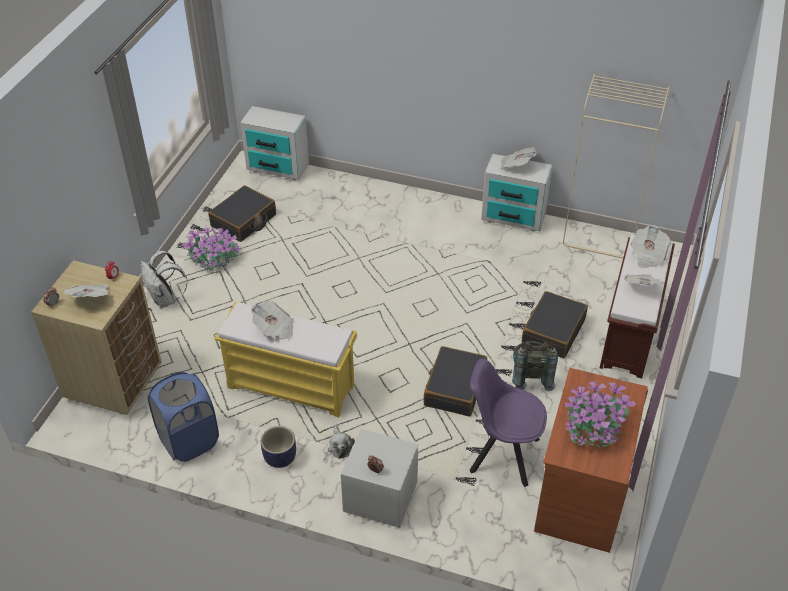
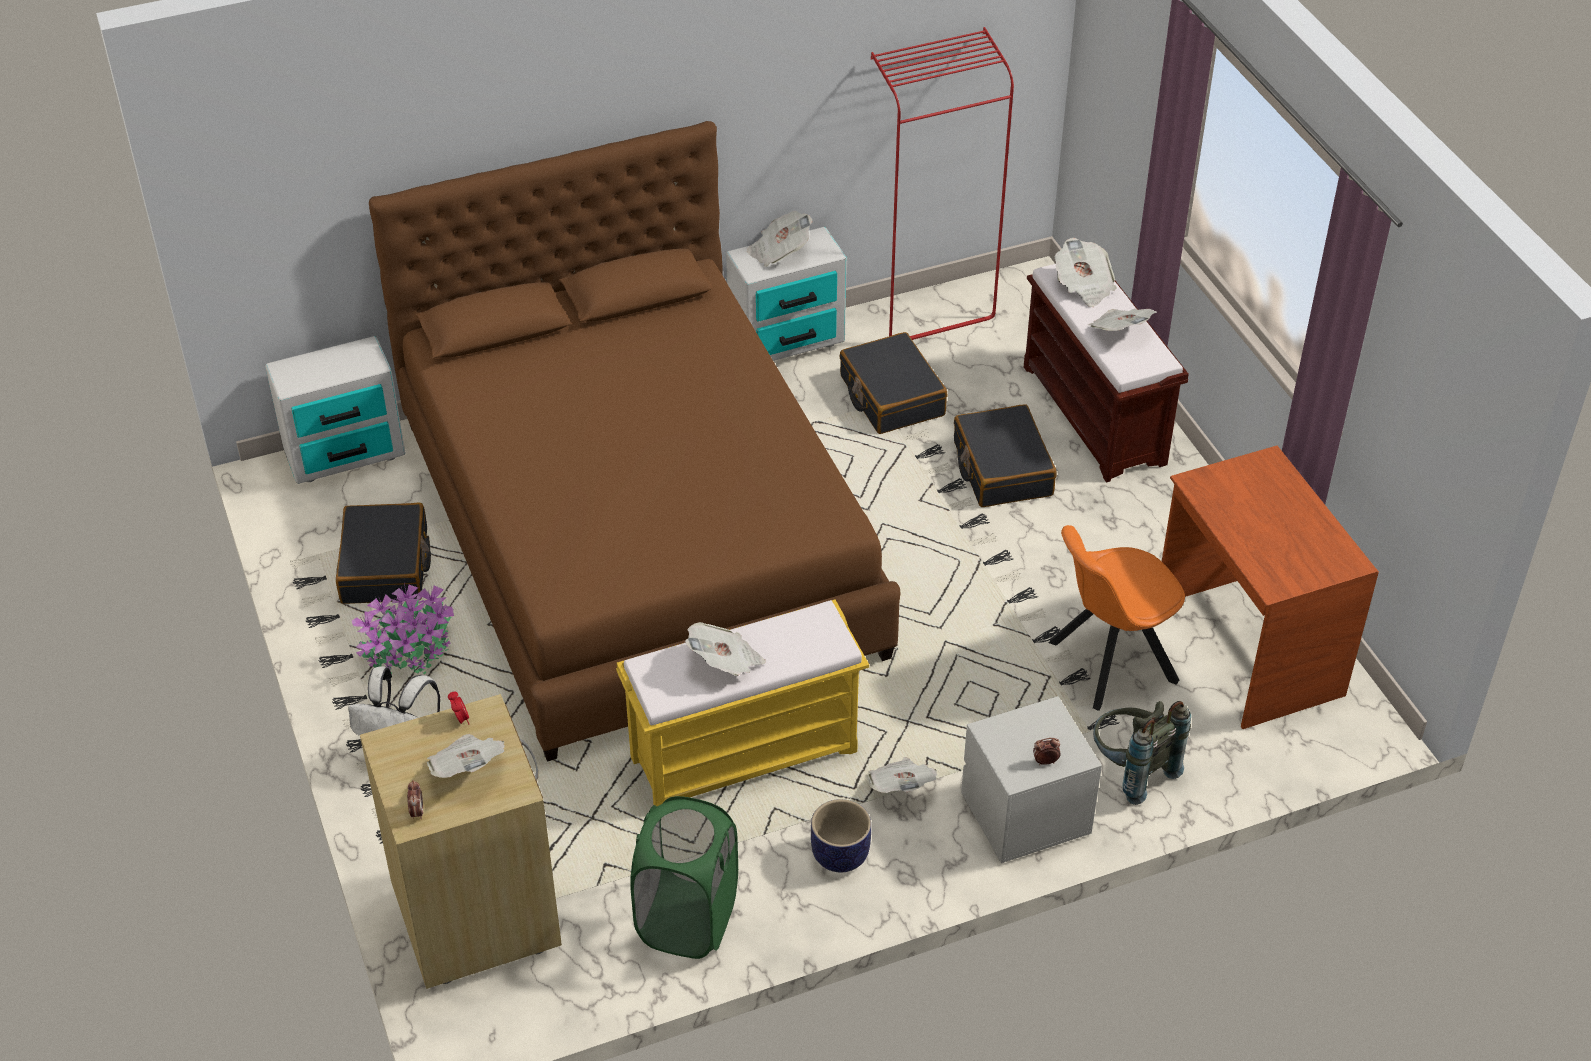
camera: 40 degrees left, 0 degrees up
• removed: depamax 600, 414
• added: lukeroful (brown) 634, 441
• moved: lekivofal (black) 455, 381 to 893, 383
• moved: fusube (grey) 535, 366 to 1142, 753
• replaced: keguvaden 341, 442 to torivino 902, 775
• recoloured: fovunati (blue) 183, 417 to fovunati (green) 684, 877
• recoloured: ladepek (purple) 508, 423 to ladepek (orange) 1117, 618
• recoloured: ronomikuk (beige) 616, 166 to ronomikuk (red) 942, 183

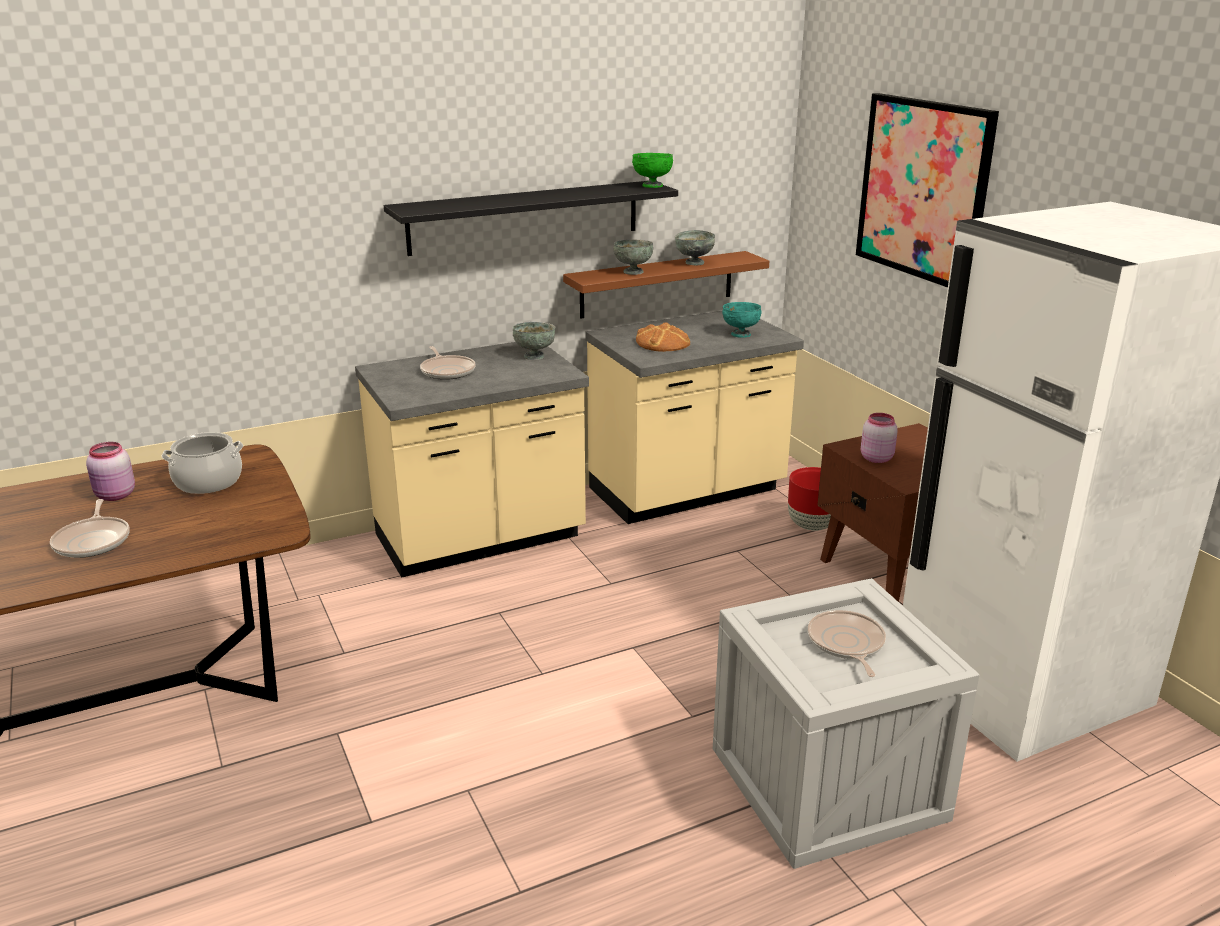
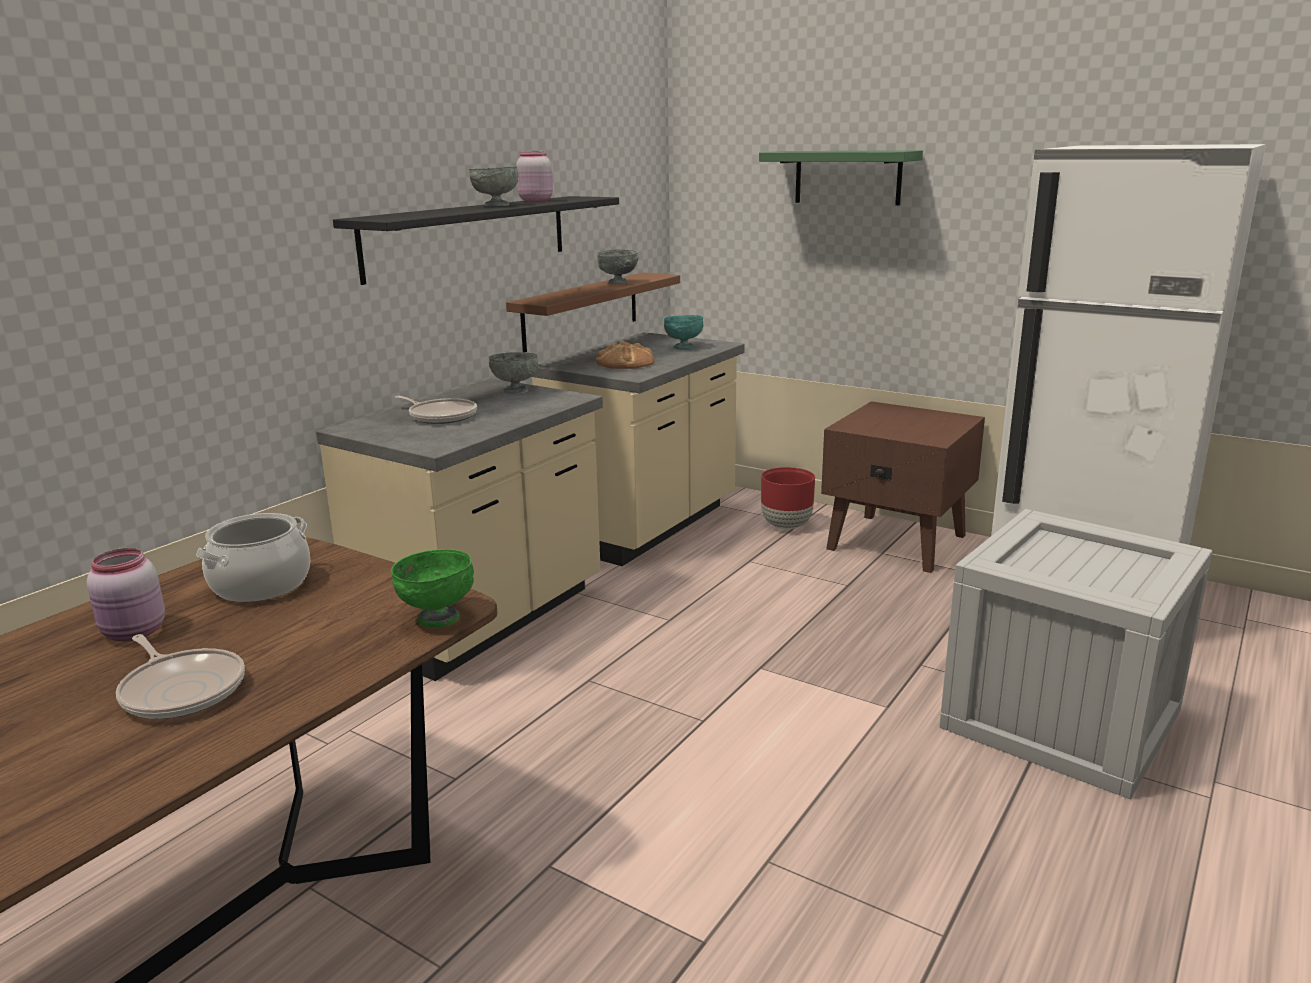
camera: 30 degrees left, 5 degrees down
• removed: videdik 847, 643
• moved: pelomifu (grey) 633, 257 to 494, 186
• moved: pelomifu (green) 652, 170 to 432, 588
• moved: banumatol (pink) 879, 438 to 534, 176
• replaced: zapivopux 927, 190 to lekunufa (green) 841, 177

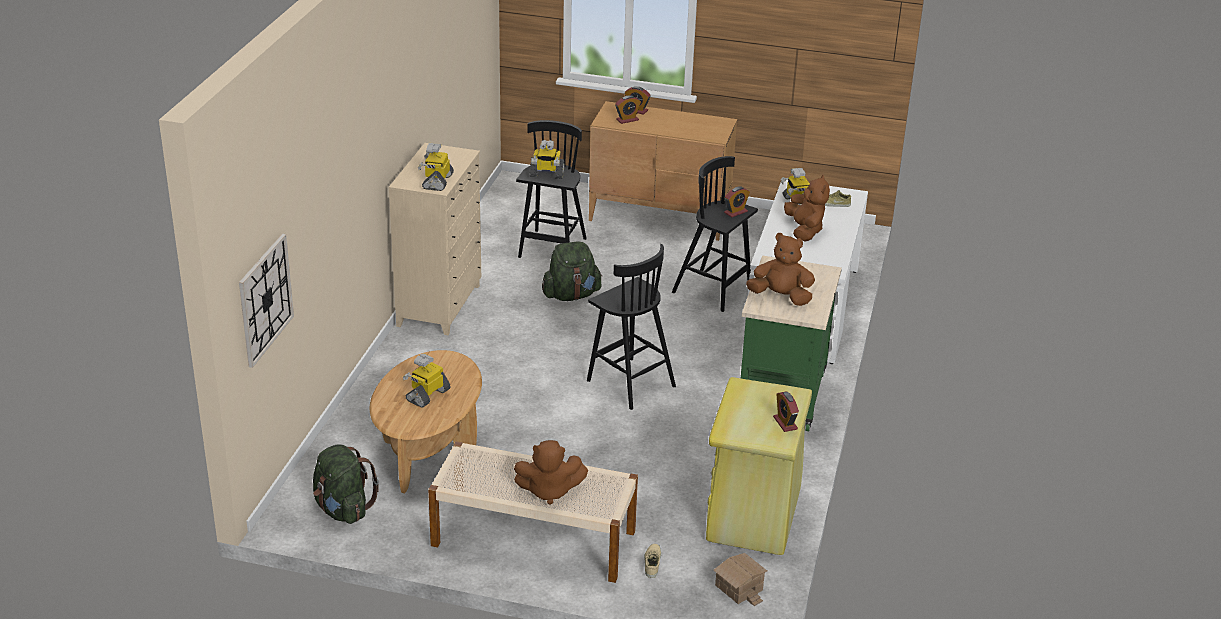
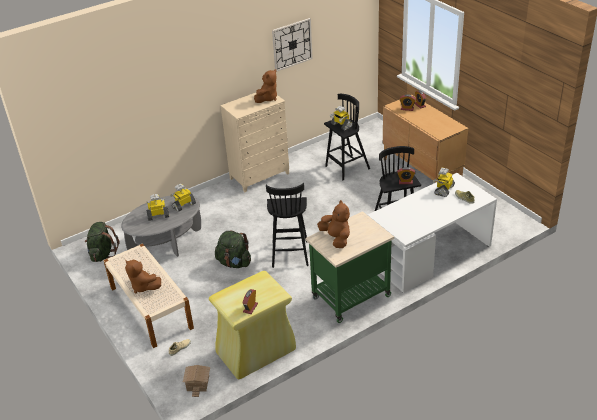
camera: 45 degrees right, 5 degrees up
• moved: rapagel 266, 301 to 292, 45
• moved: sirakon 436, 167 to 183, 198
• moved: fusube (green) 572, 271 to 233, 249
• moved: keguvaden (brown) 807, 208 to 265, 86
• recoloured: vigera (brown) 426, 421 to vigera (grey) 161, 227

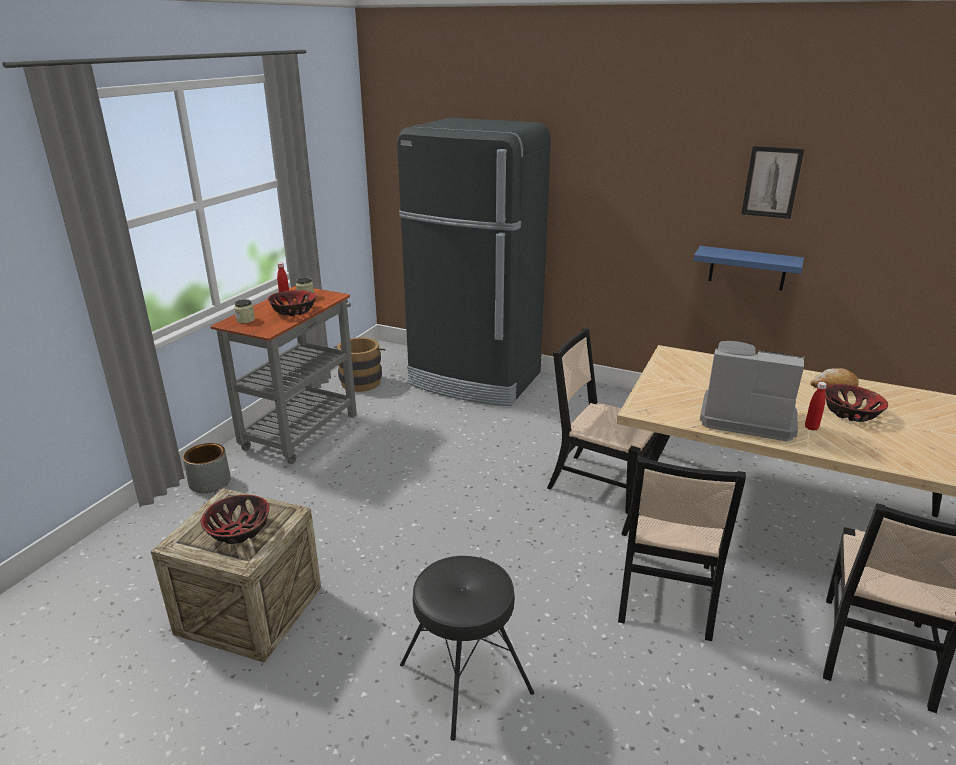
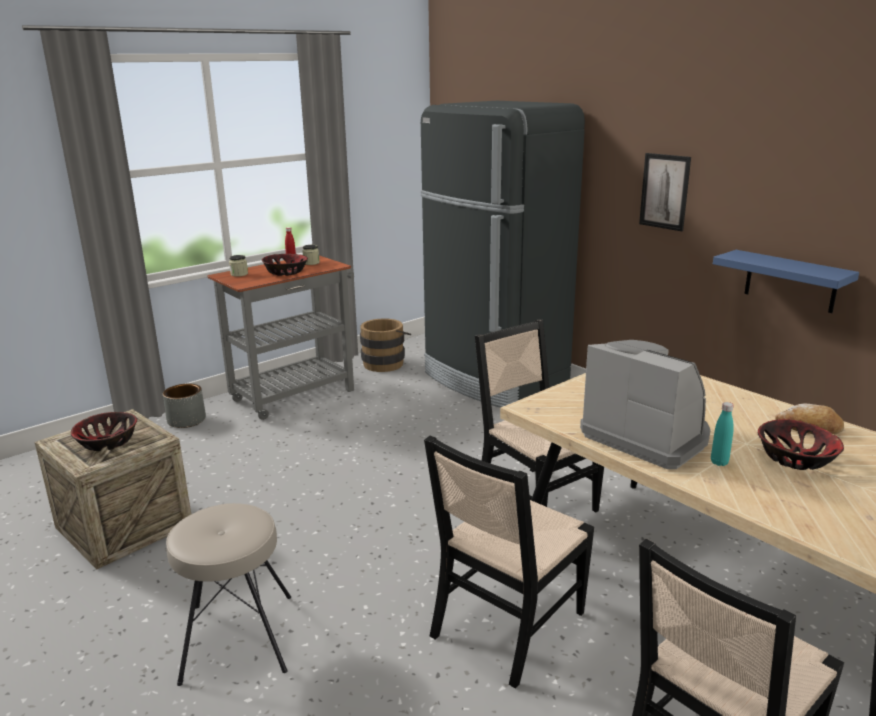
camera: 25 degrees right, 5 degrees down
• moved: zapivopux 772, 182 to 665, 192
• recoloured: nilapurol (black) 467, 648 to nilapurol (beige) 228, 594
• recoloured: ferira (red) 816, 406 to ferira (turquoise) 722, 434

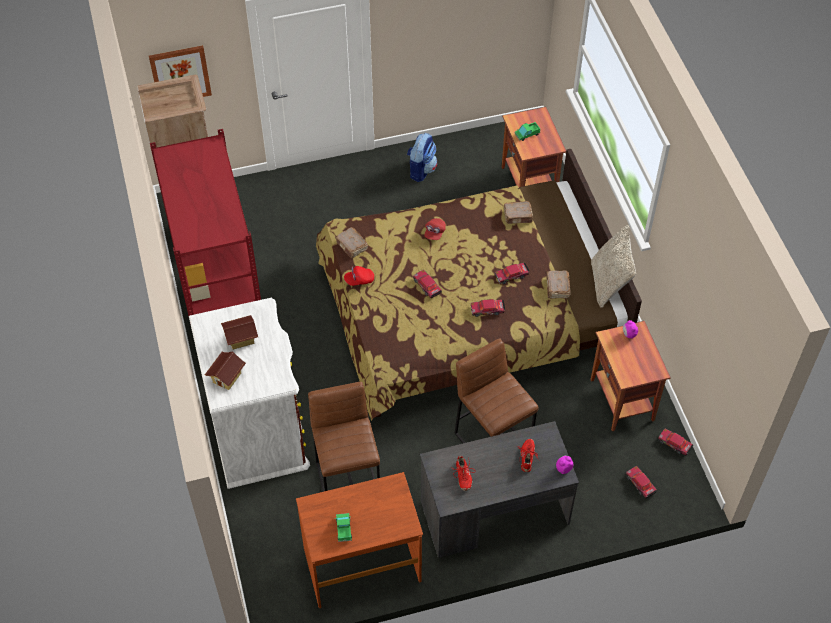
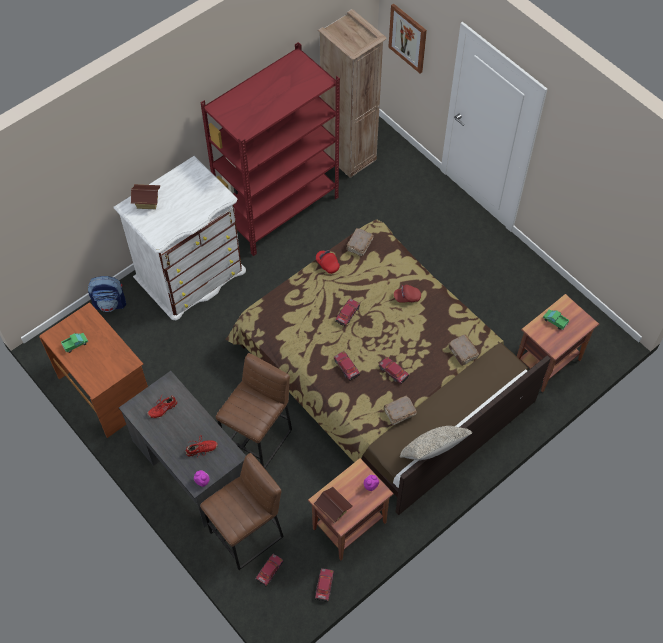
camera: 65 degrees right, 5 degrees up
• moved: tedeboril 239, 332 to 333, 505
• moved: nilapurol (brown) 344, 437 to 242, 511
• moved: fusube 422, 157 to 107, 294

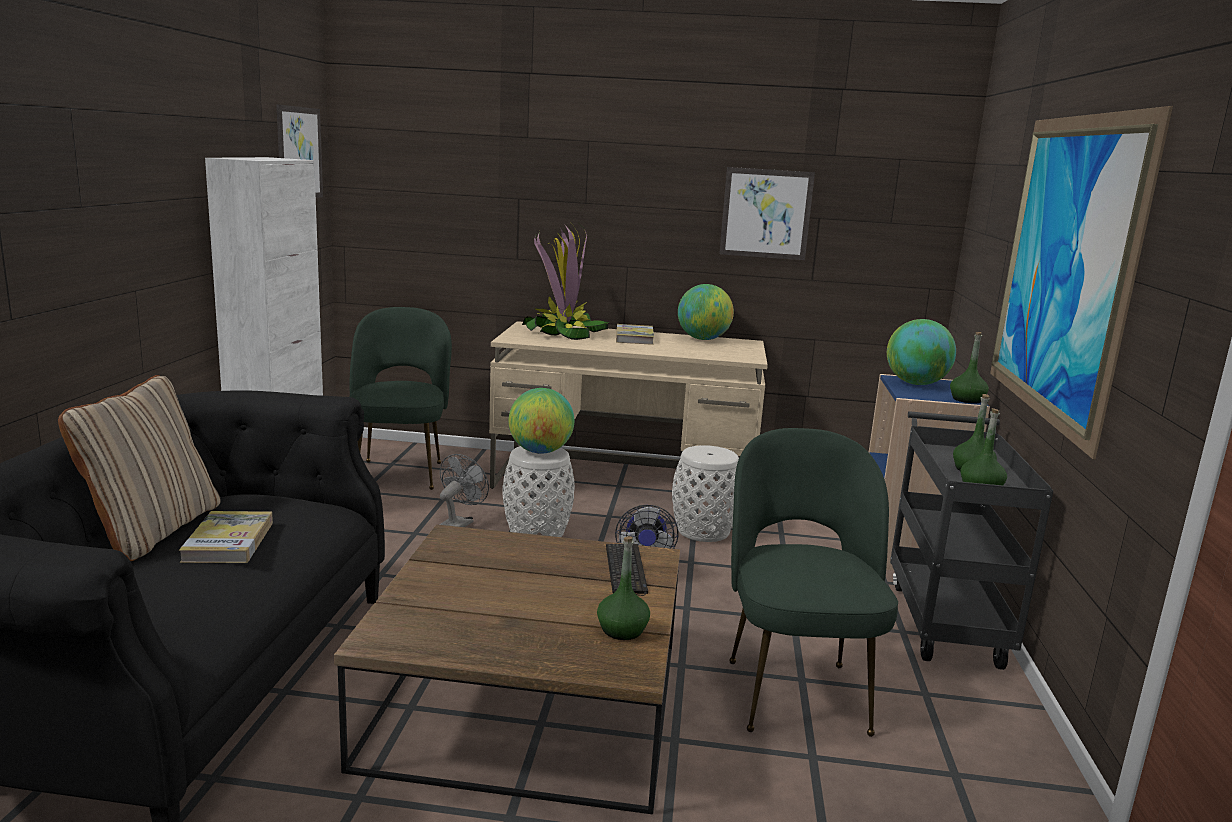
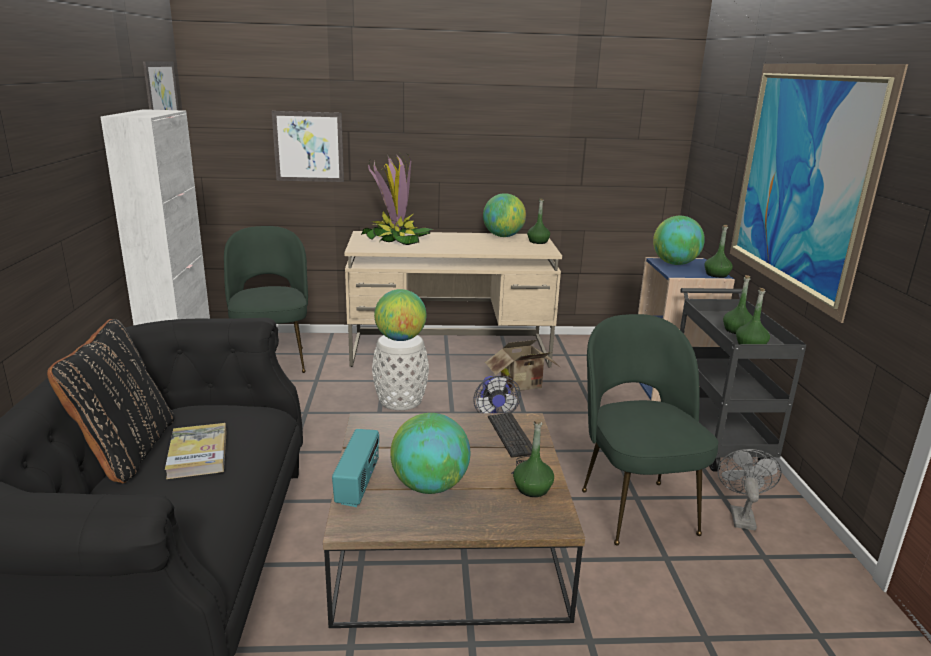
camera: 10 degrees left, 5 degrees up
• removed: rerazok 635, 334
• added: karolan 355, 468
• added: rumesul 430, 453
• added: ferira (green) 538, 221
• moved: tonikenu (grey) 464, 490 to 749, 489
• moved: zapivopux 767, 213 to 308, 146
• replaced: nilapurol (white) 705, 493 to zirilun 523, 366
• recoloured: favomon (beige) 139, 468 to favomon (black) 111, 401

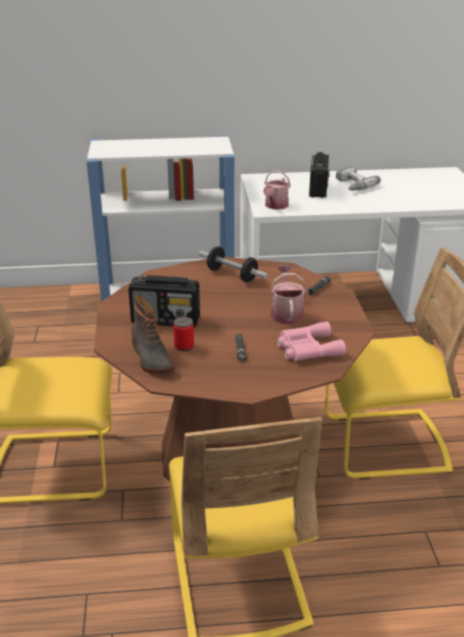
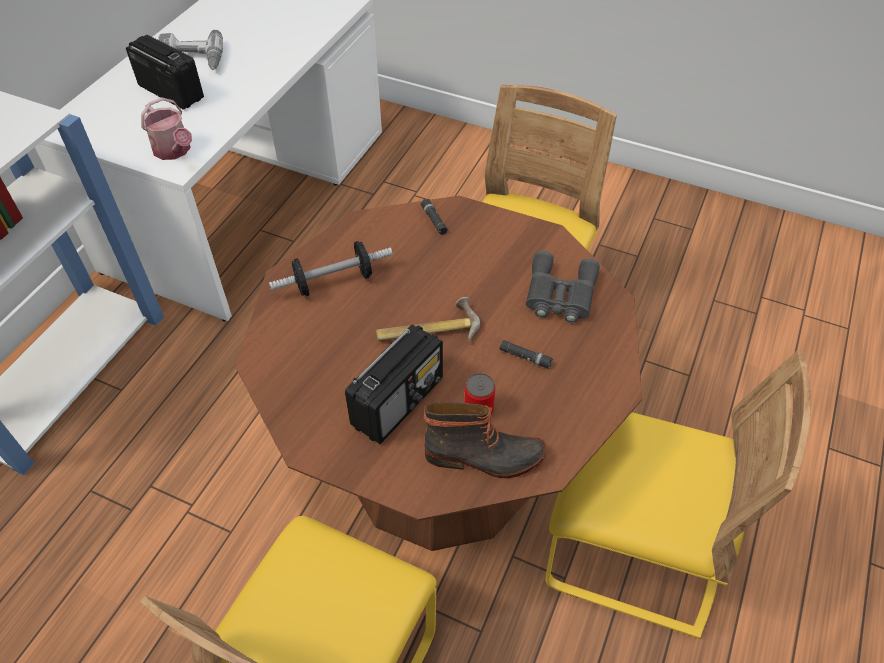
camera: 60 degrees left, 20 degrees up
• removed: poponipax 288, 294
• added: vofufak 428, 320
• recoloured: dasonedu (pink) 311, 341 to dasonedu (grey) 563, 287

